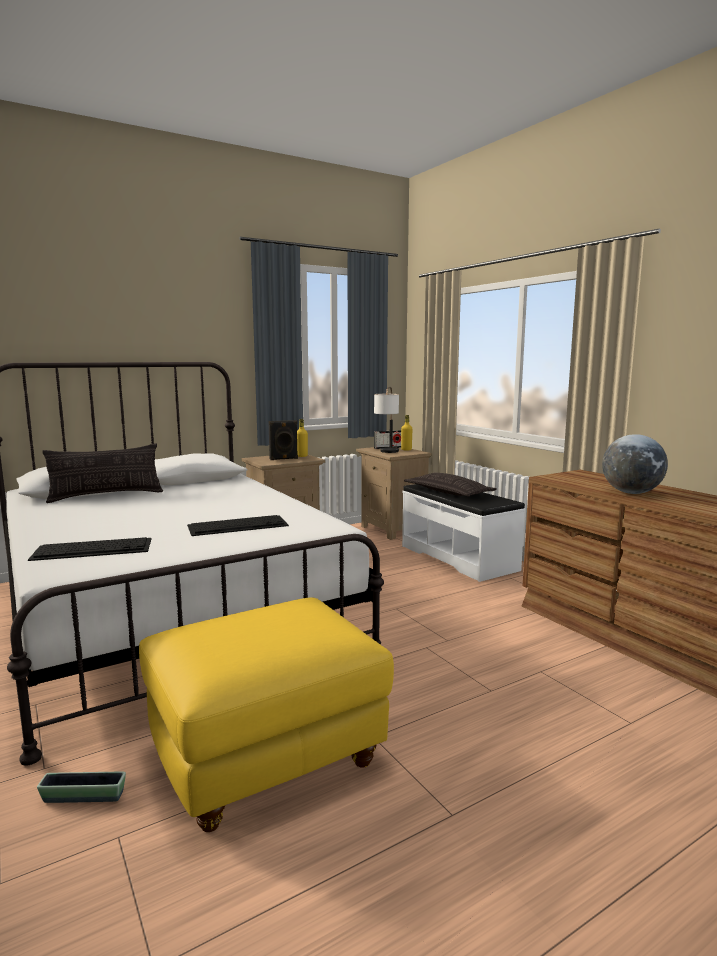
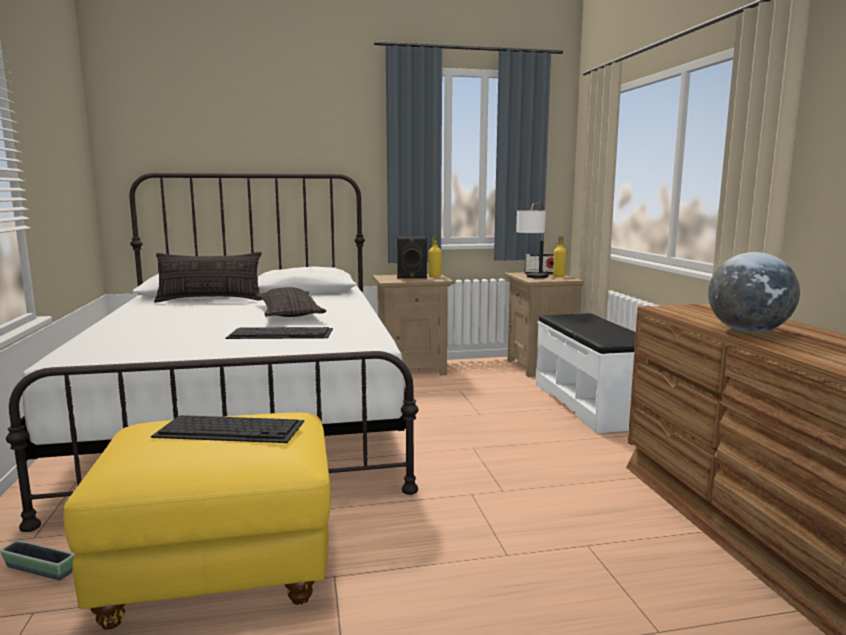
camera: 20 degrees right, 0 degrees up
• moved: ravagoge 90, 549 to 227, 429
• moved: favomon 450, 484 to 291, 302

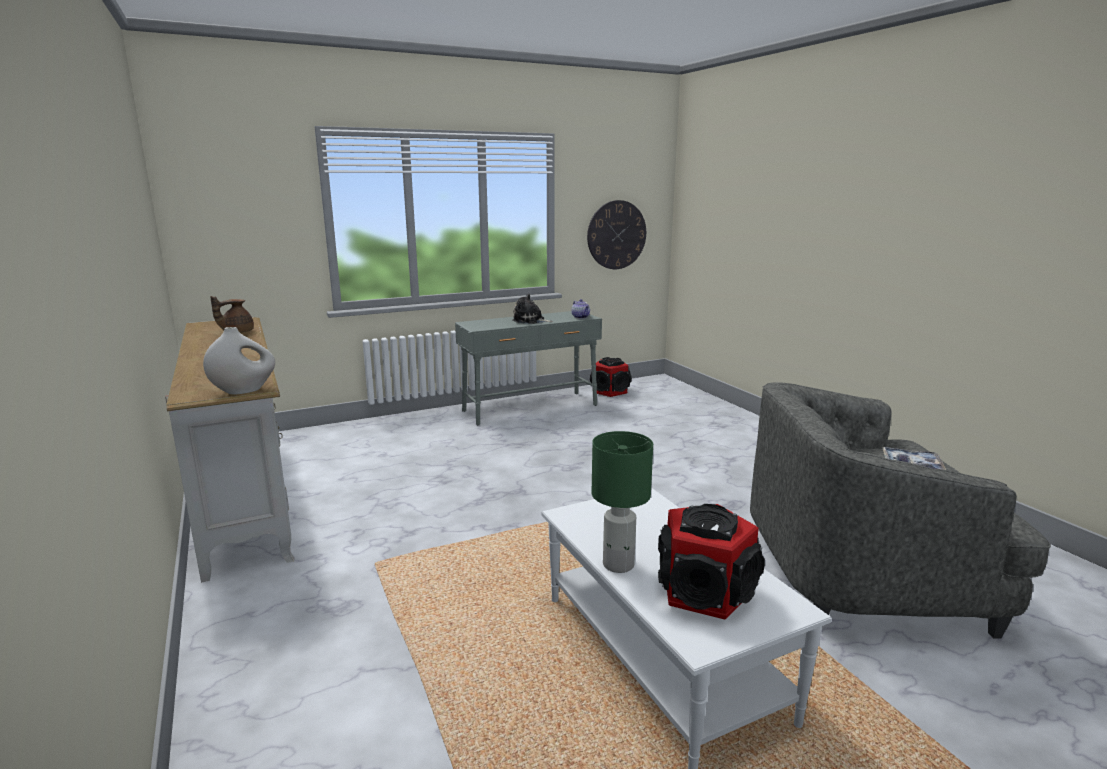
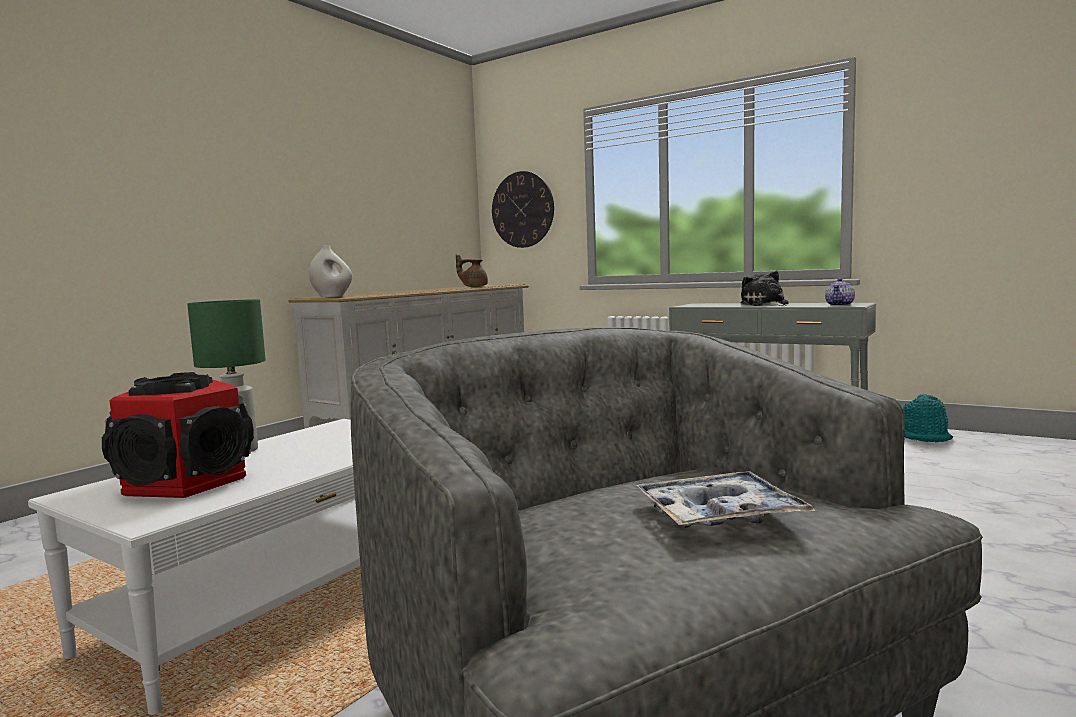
camera: 60 degrees right, 10 degrees down
• moved: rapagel 616, 234 to 523, 209
• replaced: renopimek 611, 377 to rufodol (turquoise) 928, 418

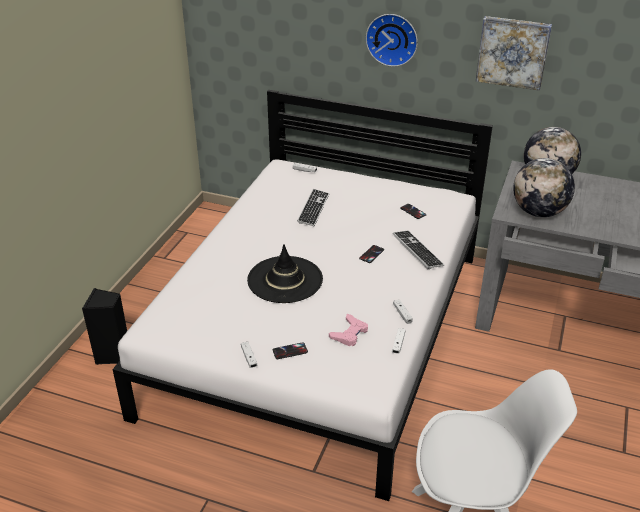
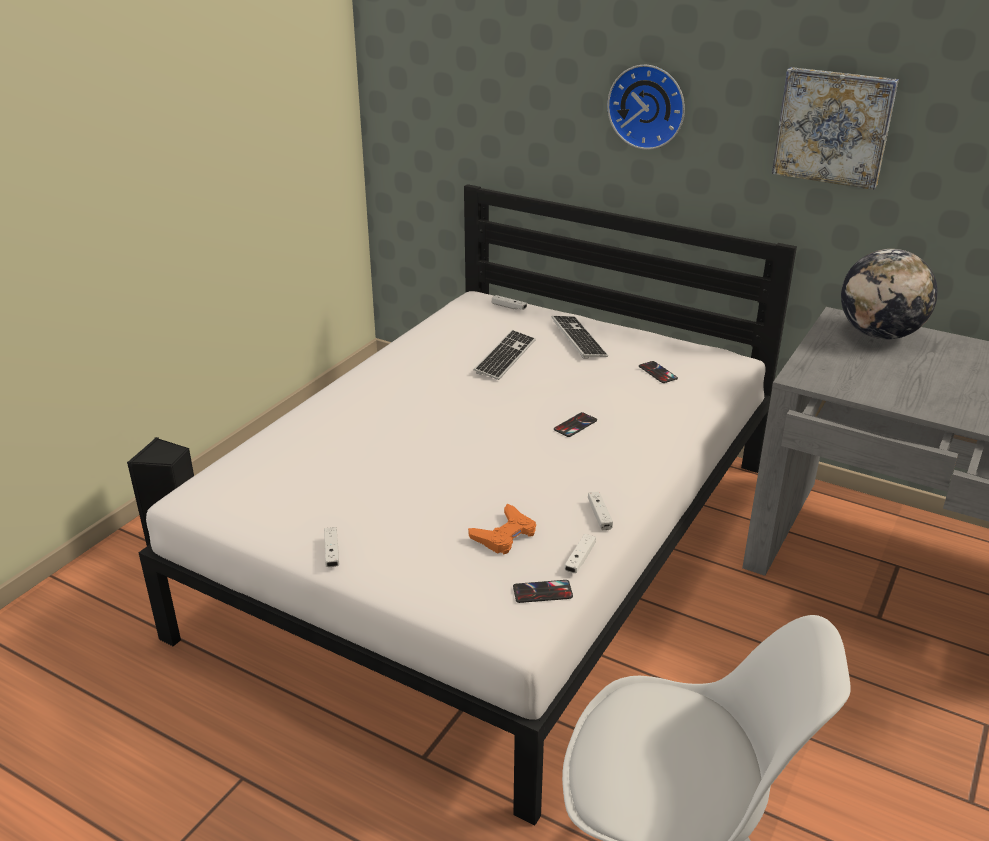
camera: 10 degrees right, 5 degrees down
• removed: rufodol (black) 285, 273
• removed: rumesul 544, 187
• moved: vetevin 290, 350 to 543, 591
• moved: ravagoge 418, 250 to 579, 337
• recoloured: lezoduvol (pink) 348, 330 to lezoduvol (orange) 502, 529

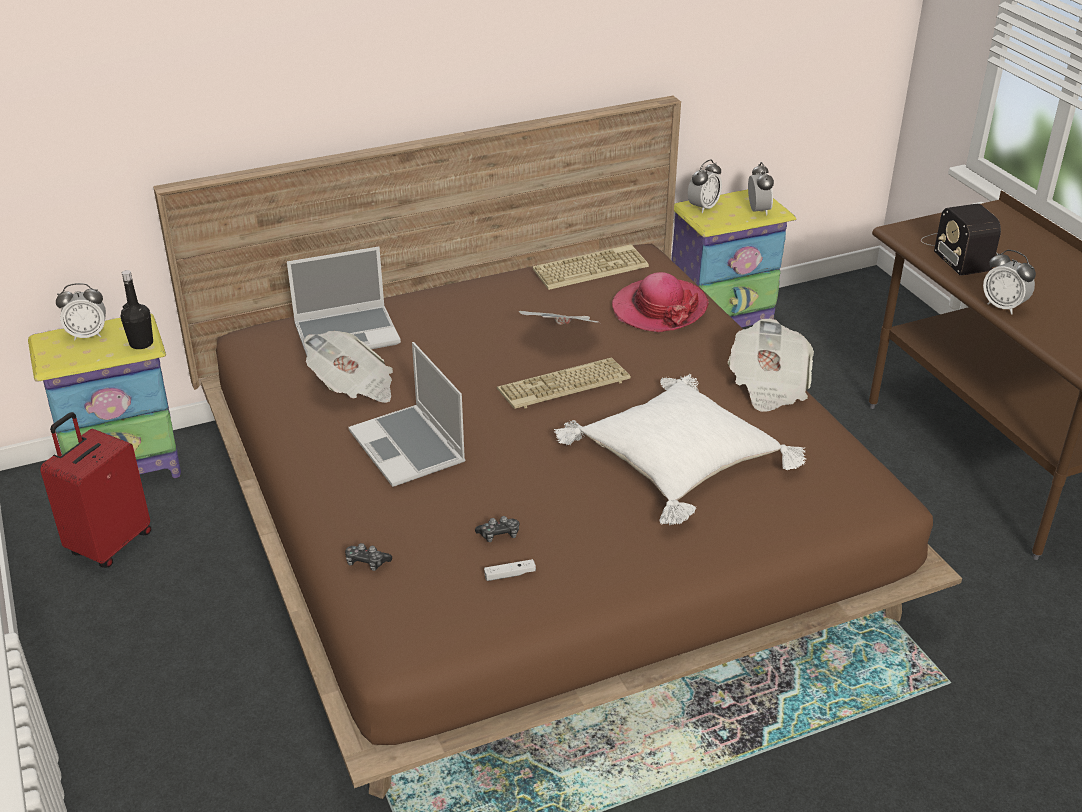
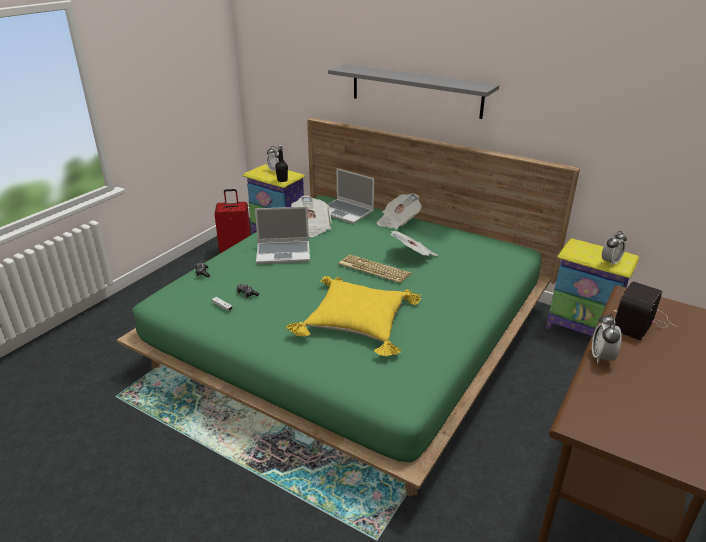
camera: 55 degrees right, 5 degrees down
• removed: ravagoge 590, 267
• removed: rufodol 660, 302
• removed: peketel 705, 186
• added: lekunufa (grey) 413, 91
• moved: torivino 771, 365 to 399, 211
• recoloured: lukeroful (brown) 557, 447 to lukeroful (green) 348, 307
• recoloured: favomon (white) 680, 449 to favomon (yellow) 353, 316
• turned: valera 406, 414 = 282, 235 120 degrees counterclockwise

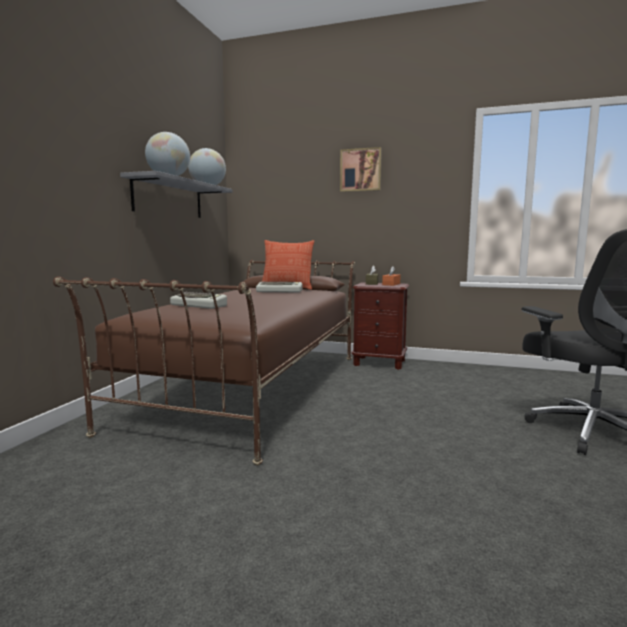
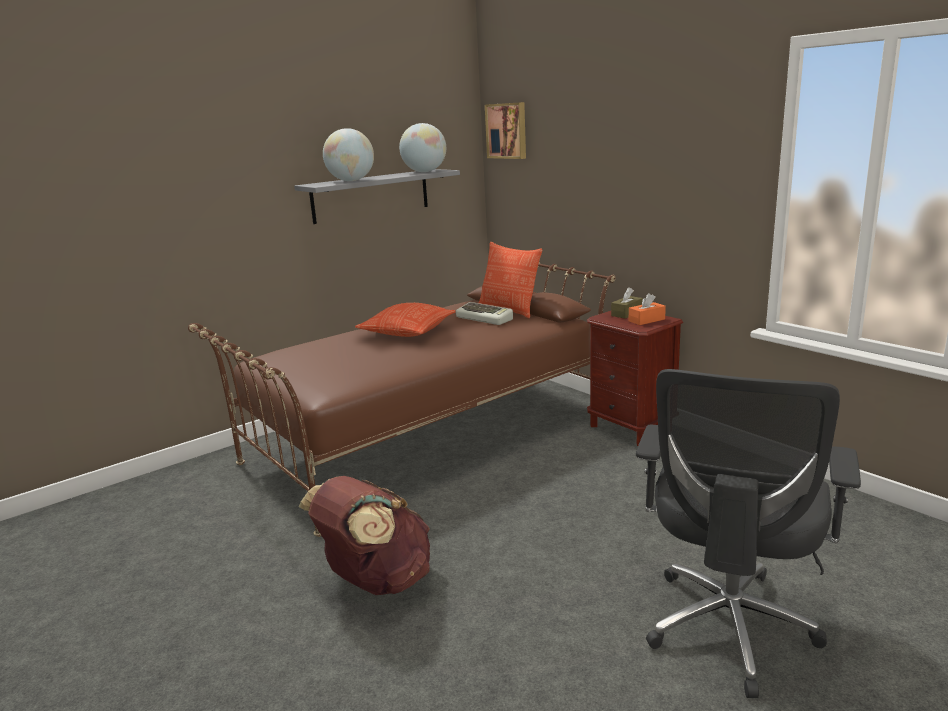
camera: 35 degrees right, 10 degrees up
• removed: ravagoge 198, 300
• added: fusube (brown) 364, 535
• added: favomon (orange) 405, 320
• moved: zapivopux 361, 169 to 505, 130

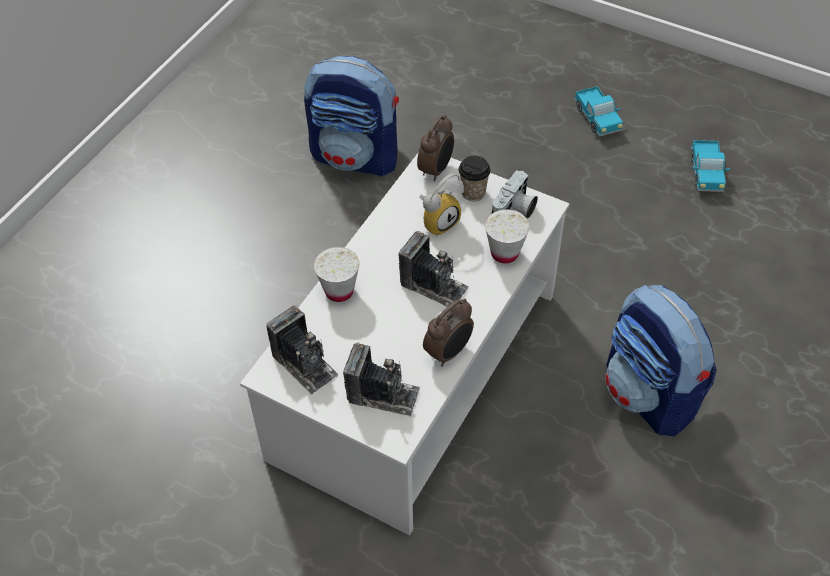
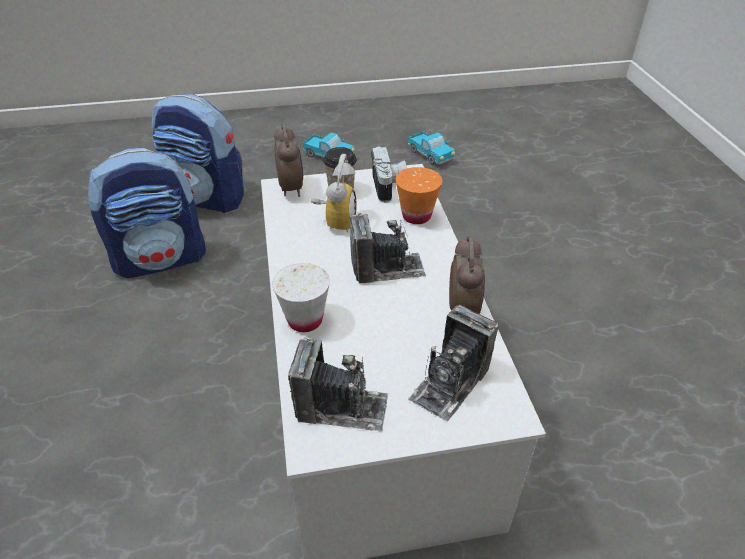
camera: 40 degrees left, 10 degrees down
• moved: fusube 661, 360 to 198, 153
• recoloured: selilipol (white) 507, 236 to selilipol (orange) 419, 195
• turned: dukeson 381, 379 = 453, 363 150 degrees clockwise

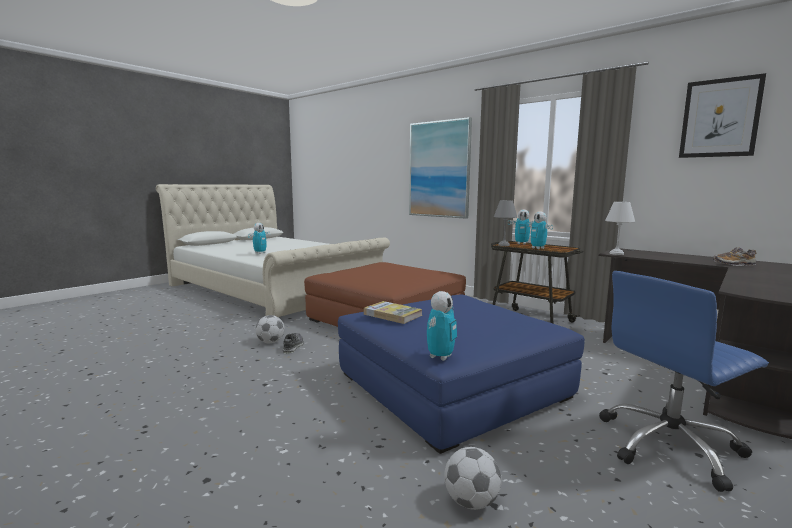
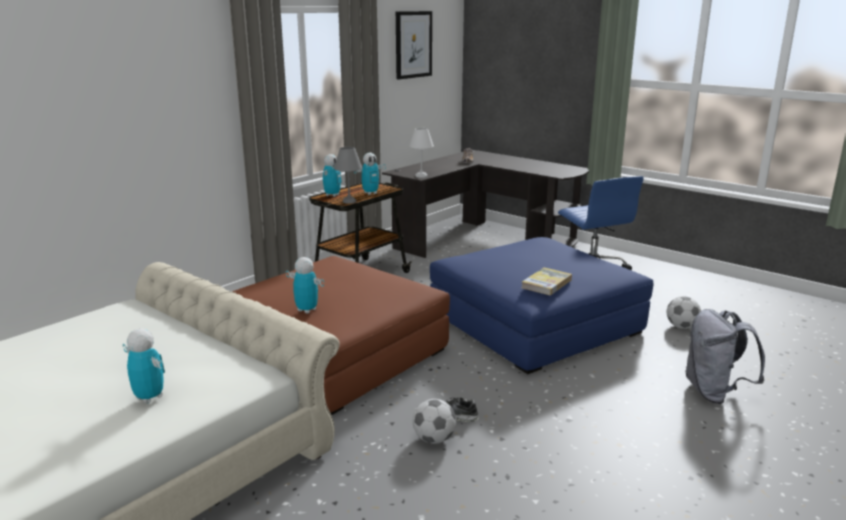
camera: 90 degrees left, 10 degrees up
• removed: zapivopux 440, 168
• added: fusube (grey) 725, 356
• moved: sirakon 442, 326 to 305, 285

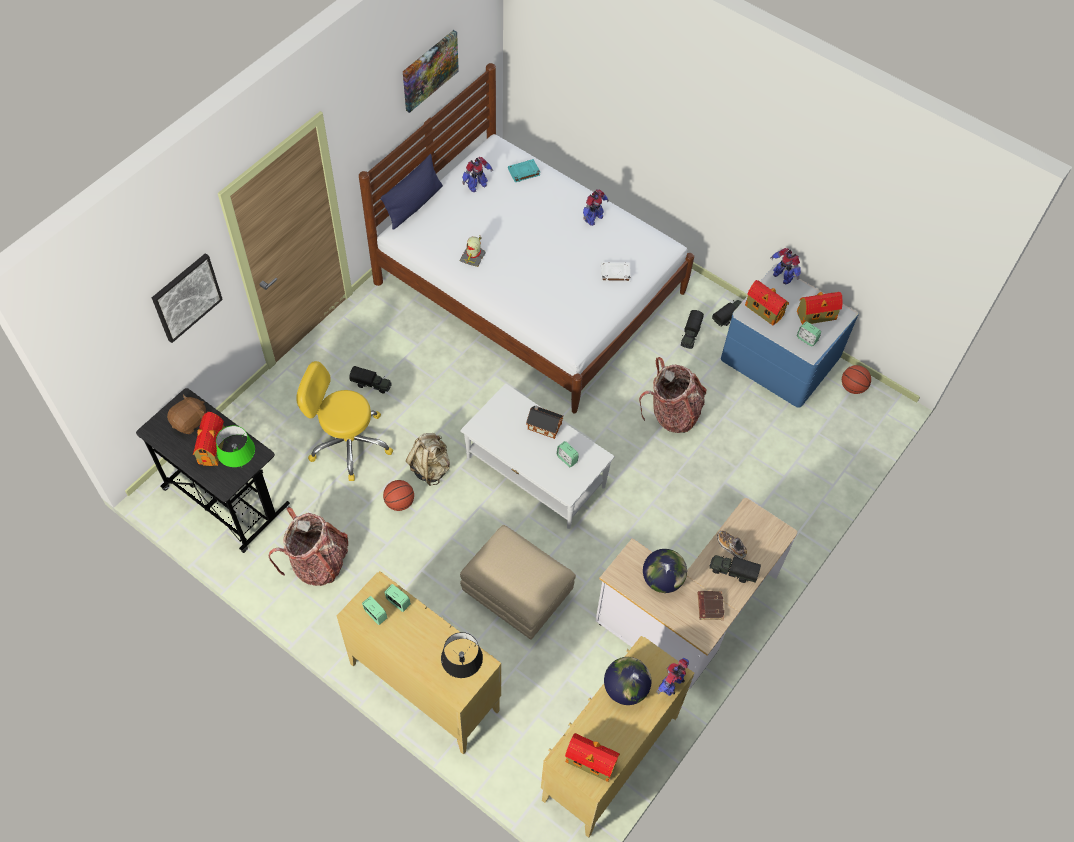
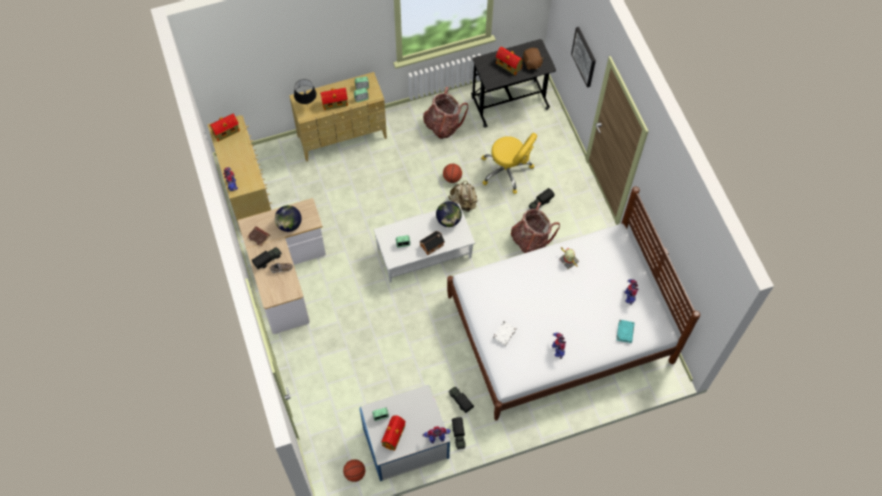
camera: 125 degrees right, 5 degrees up
• removed: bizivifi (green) 235, 446
• removed: favomon (blue) 411, 192
• removed: zapivopux 431, 71
• removed: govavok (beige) 518, 582
• moved: rumesul 628, 681 to 449, 214
• moved: fusube 673, 395 to 535, 227
• moved: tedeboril 767, 302 to 334, 99
• turned: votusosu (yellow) 344, 421 = 509, 163 75 degrees clockwise

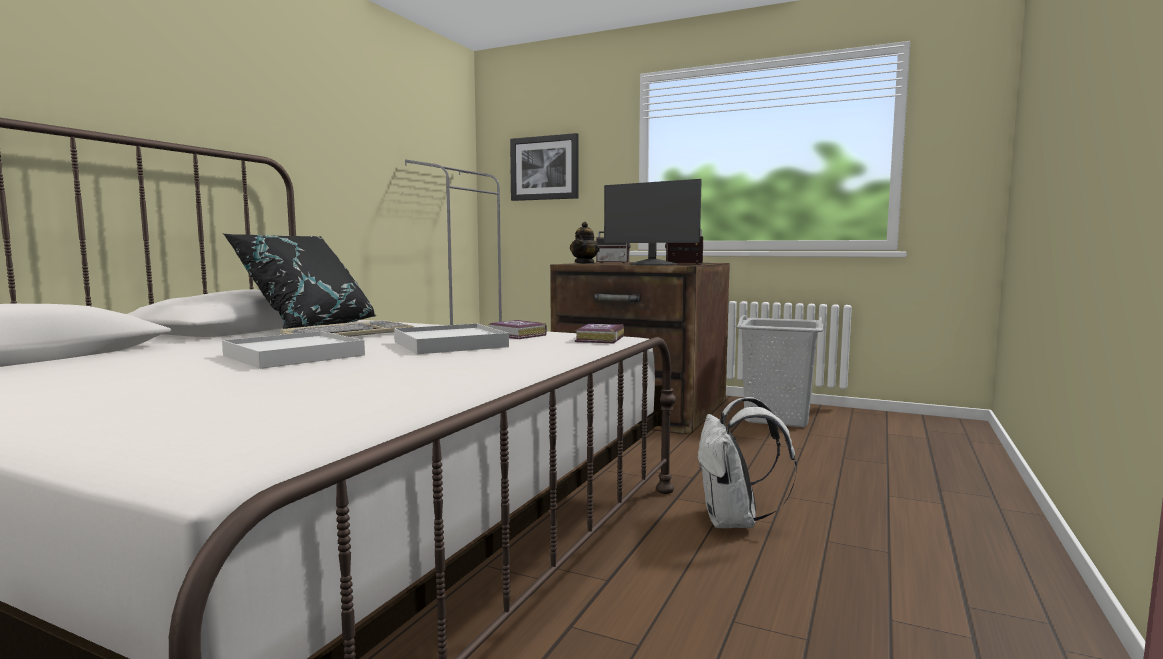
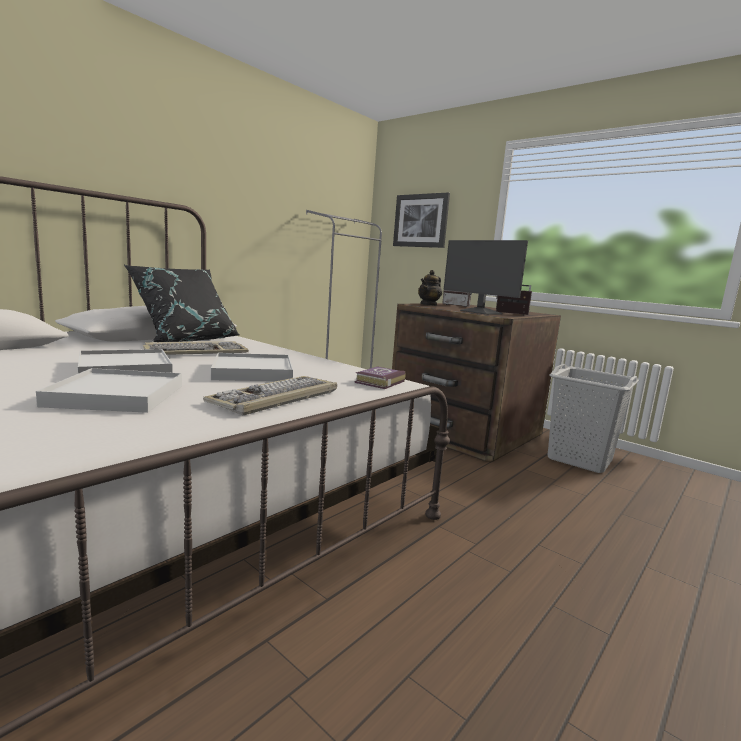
camera: 15 degrees right, 5 degrees up
• removed: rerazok 518, 329
• removed: fusube (white) 747, 462
• added: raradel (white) 109, 390
• added: ravagoge 270, 395

